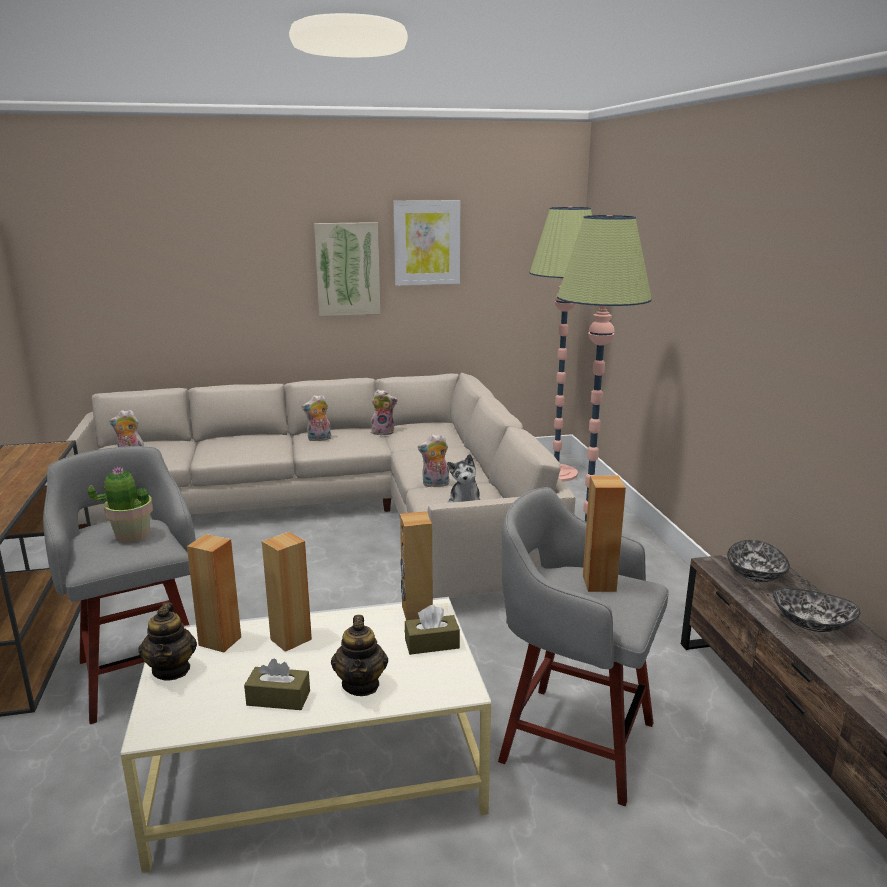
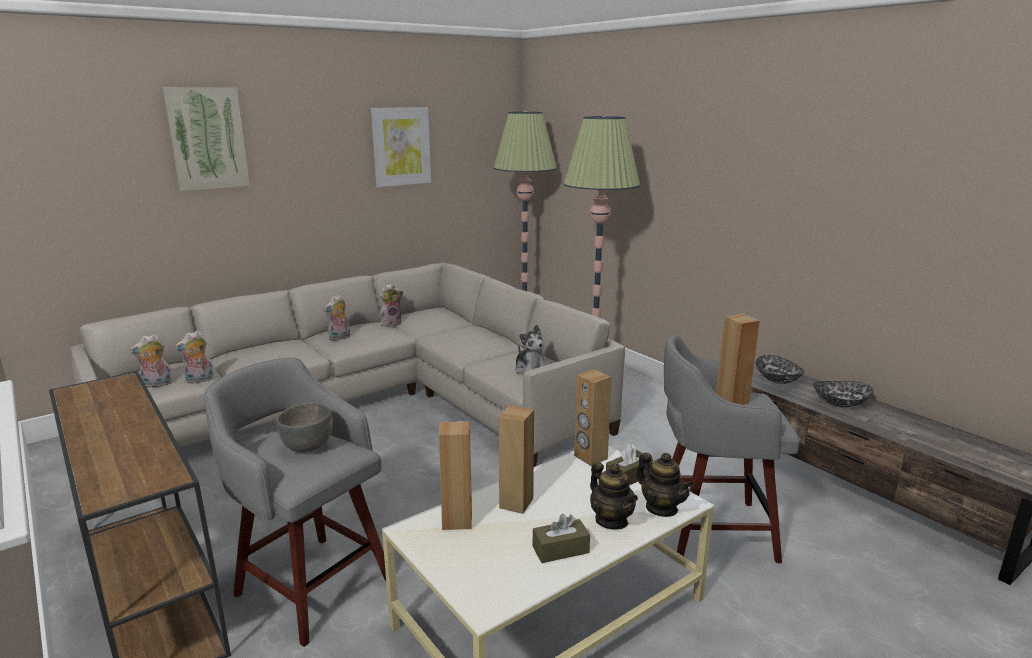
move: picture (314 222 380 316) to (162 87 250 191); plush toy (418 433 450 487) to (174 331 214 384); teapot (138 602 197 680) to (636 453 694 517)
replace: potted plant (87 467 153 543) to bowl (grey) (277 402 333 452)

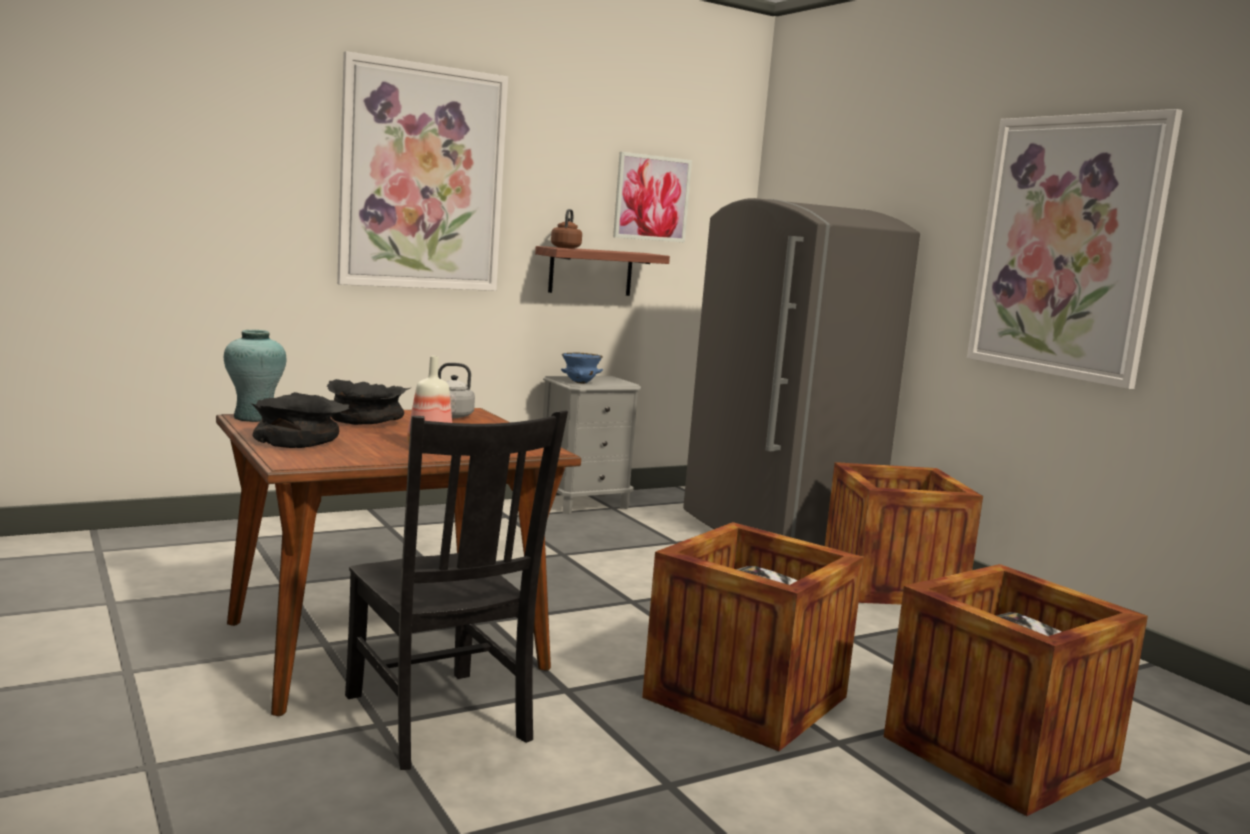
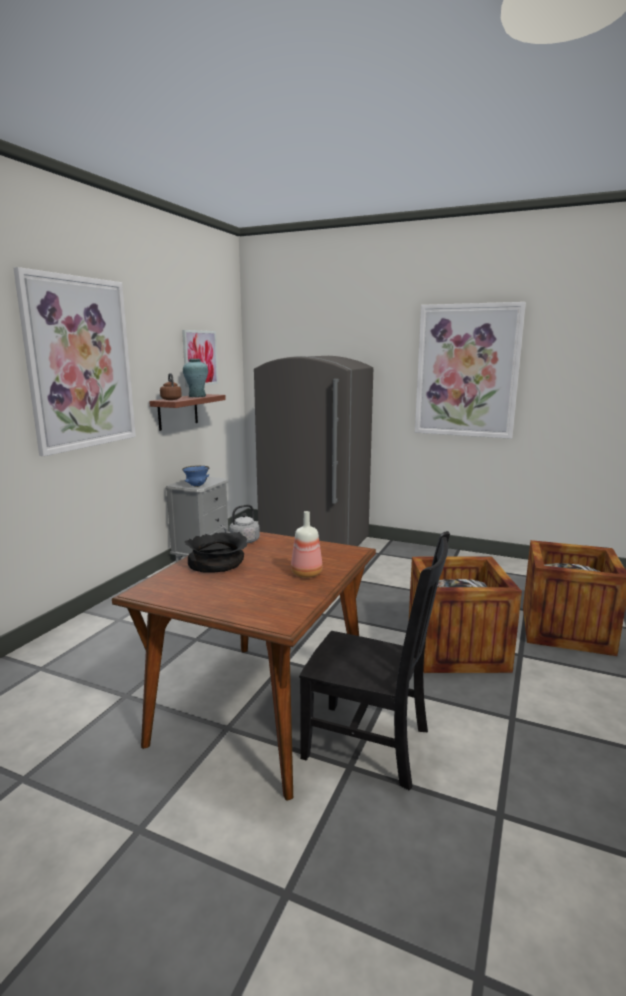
delete: bowl (black) (251 392 350 448); crate (825 462 983 605)
move: vase (turquoise) (224 330 286 422) to (183 359 208 397)

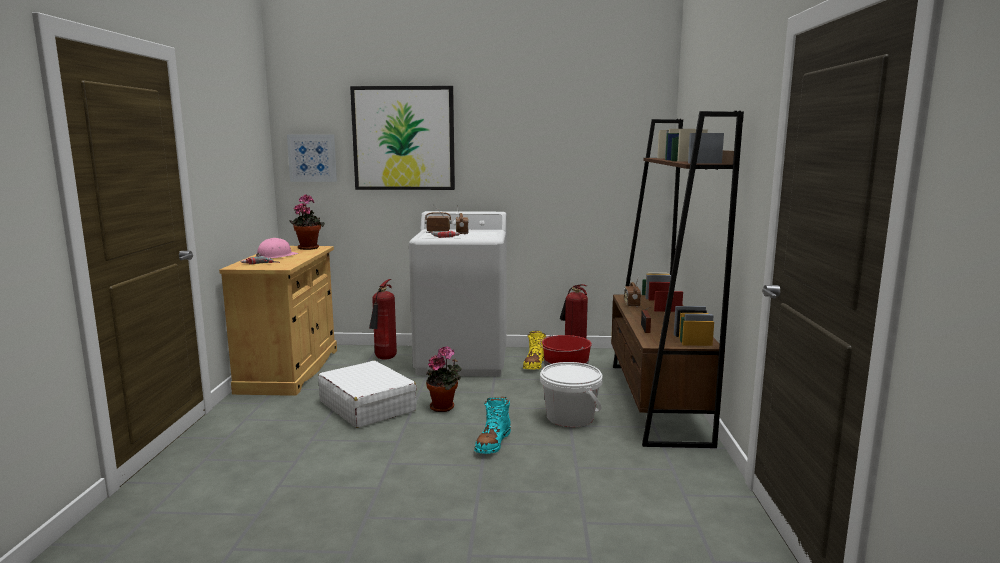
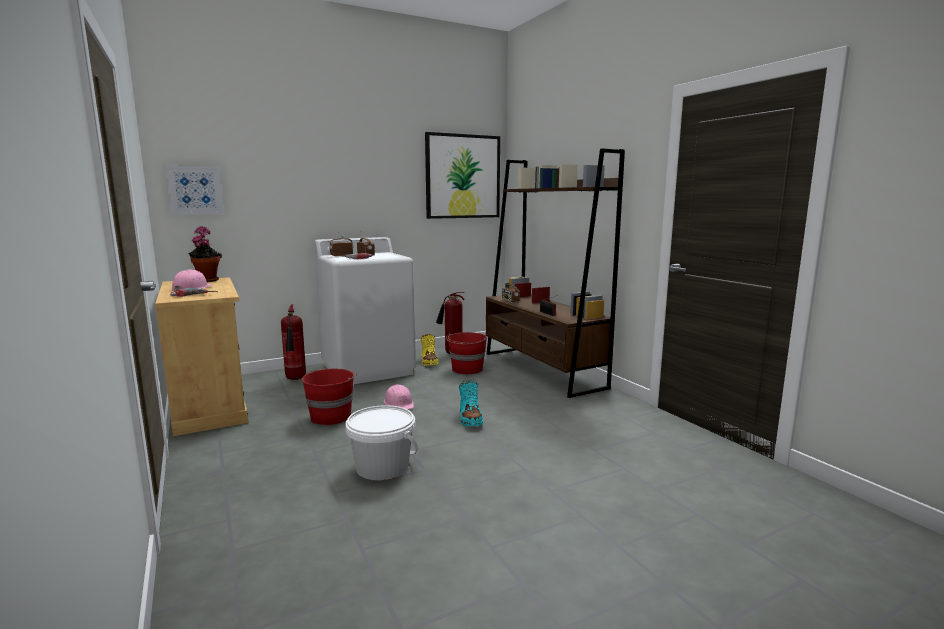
move: picture (350 86 455 190) to (425 132 500 219); bucket (white) (540 362 603 427) to (345 405 418 480)
replace: potted plant (426 346 462 412) to hard hat (pink) (384 384 414 410); suitcase (white) (318 361 417 428) to bucket (red) (302 369 357 425)

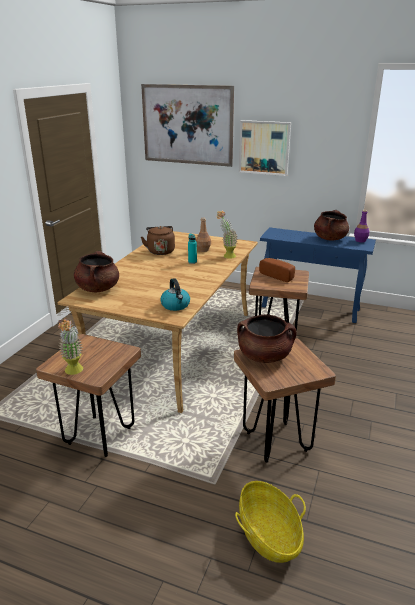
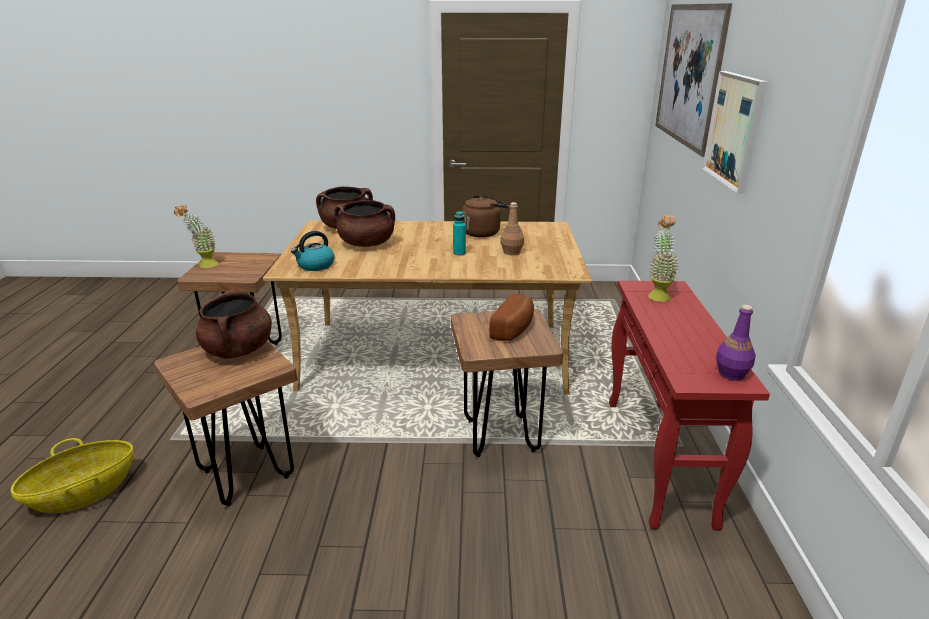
move: potted plant (216 210 238 259) to (648 215 680 302); cooking pot (brown) (314 210 349 241) to (335 200 395 247)
recolor: console table (blue) (260 227 376 323) to console table (red) (609 281 770 530)

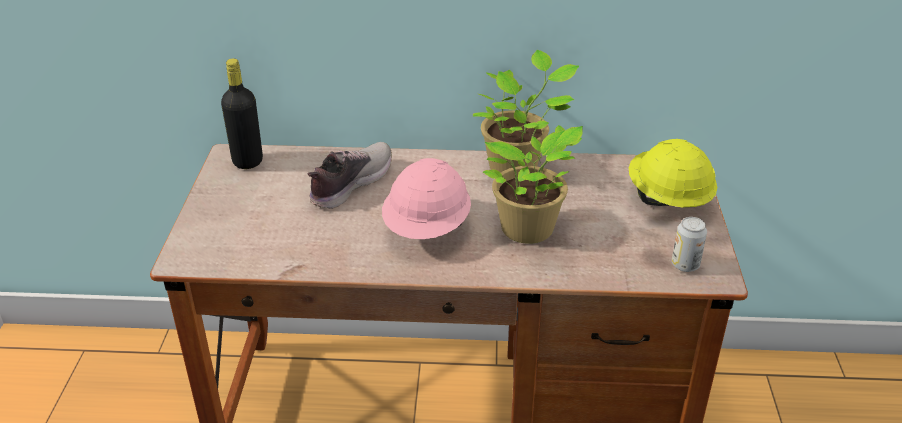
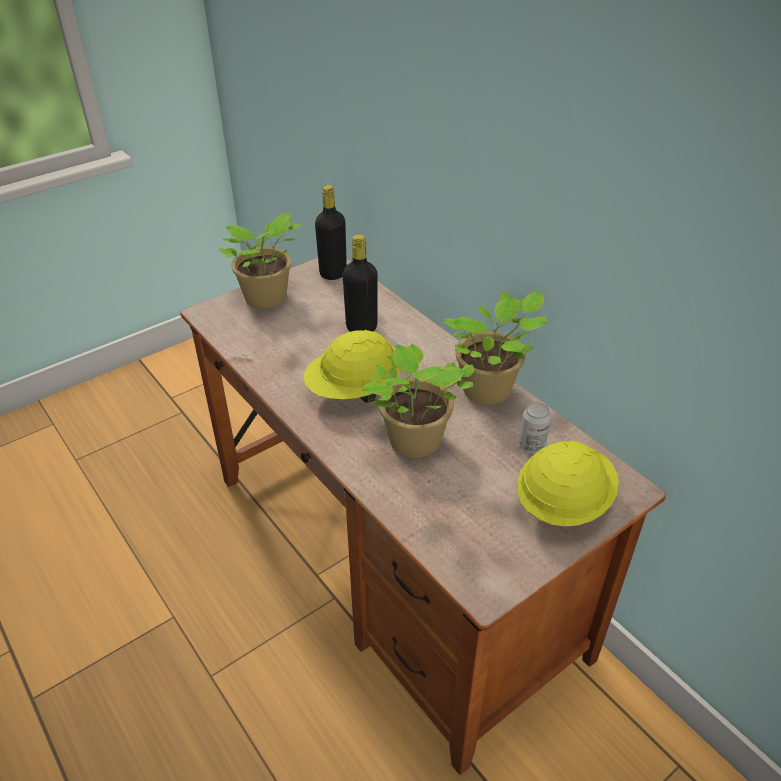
insert: potted plant (218 212 301 309)
move: can (672 217 707 272) to (519 402 551 453)
replace: shoe (308 142 392 209) to bottle (black) (342 234 378 332)
recolor: hard hat (pink) (382 158 471 239) to hard hat (yellow) (303 330 401 403)

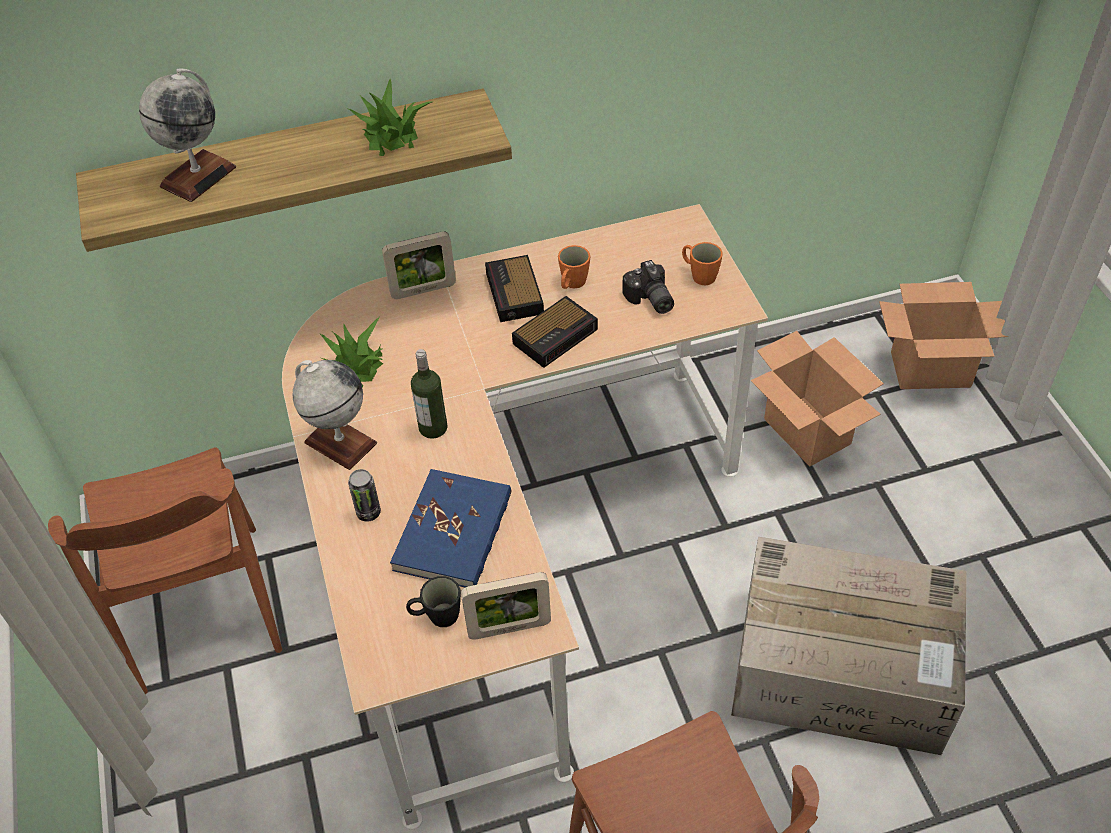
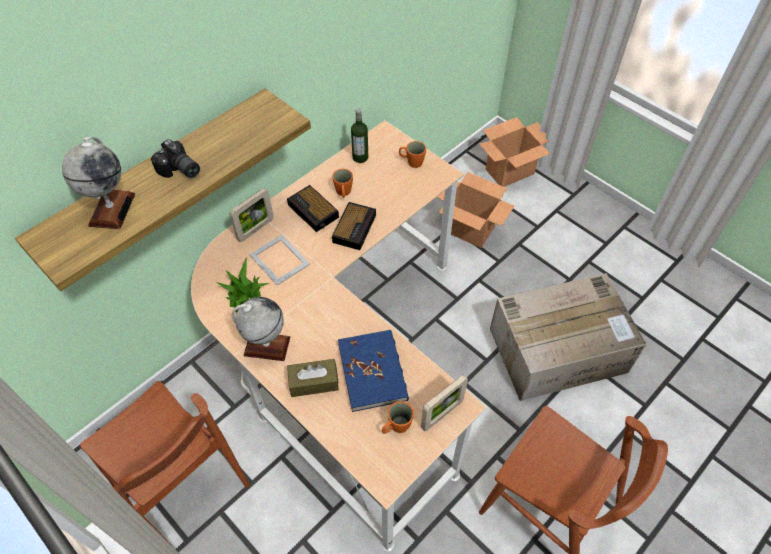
delete: potted plant (346 79 432 156)
insert: picture frame (249 235 310 286)
move: photo camera (622 260 674 314) to (151 139 200 178); bottle (411 349 448 439) to (351 108 368 163)
replace: can (348 469 381 522) to tissue box (brown) (287 359 339 397)
recolor: mug (black) (406 576 461 627) to mug (orange) (382 401 414 434)

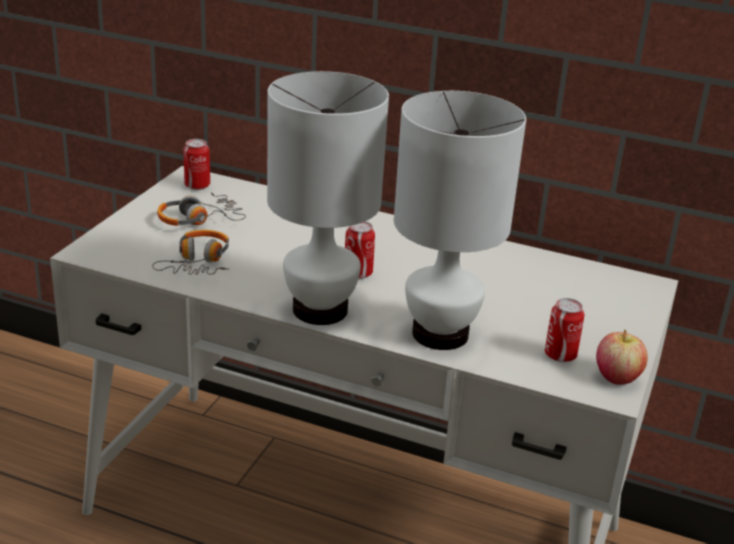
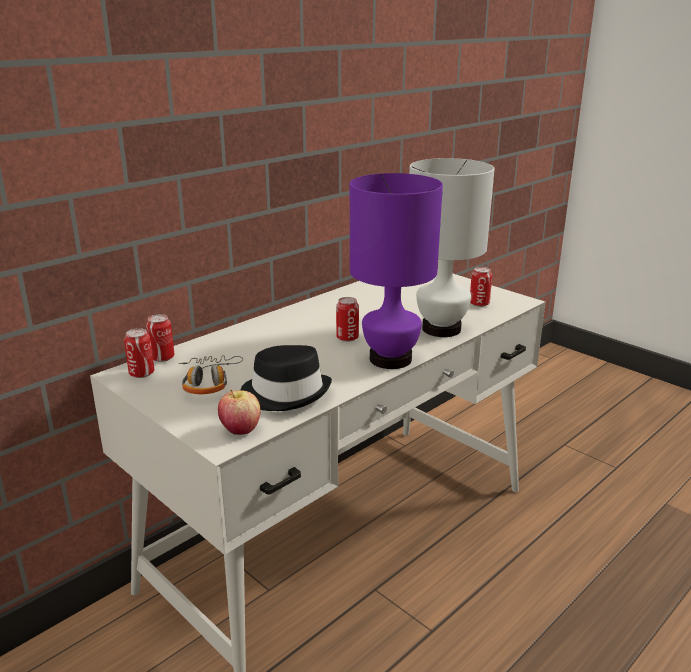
insert: can (146 314 174 362)
move: apple (596 330 648 385) to (218 389 261 435)
replace: headphones (152 230 229 275) to hat (black) (241 345 332 411)
recolor: table lamp (white) (267 71 389 325) to table lamp (purple) (350 173 443 369)

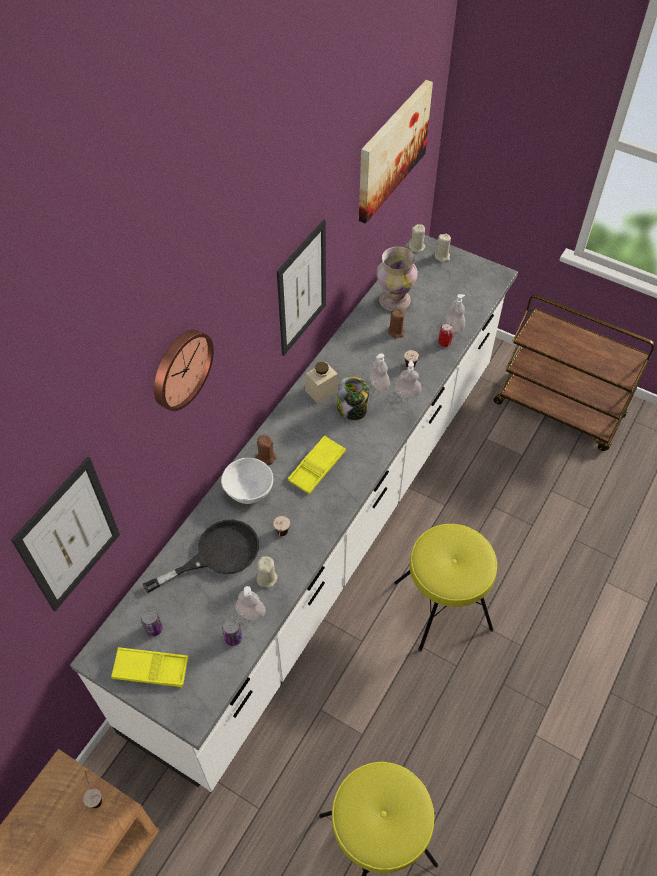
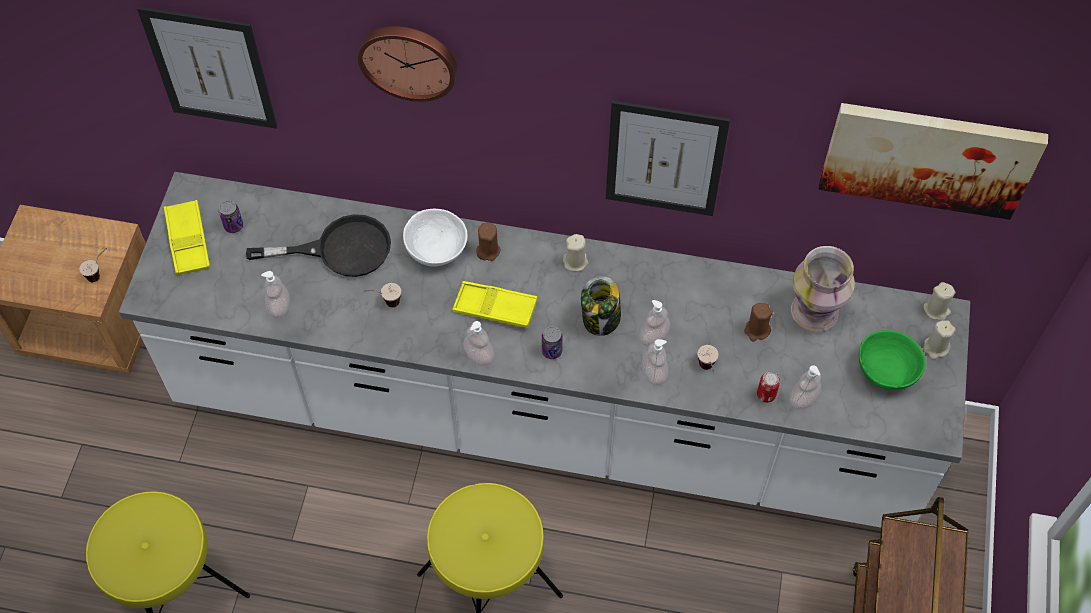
delete: jar (beige) (305 362 339 404)
insert: soap dispenser (463 321 494 366); bowl (green) (859 330 926 390)
move: candle (beige) (257 556 278 588) to (563 234 589 271); can (222 619 242 646) to (542 326 563 359)
rotate: frying pan (black) (143 520 259 593) = (246 214 391 277) 45 degrees counterclockwise

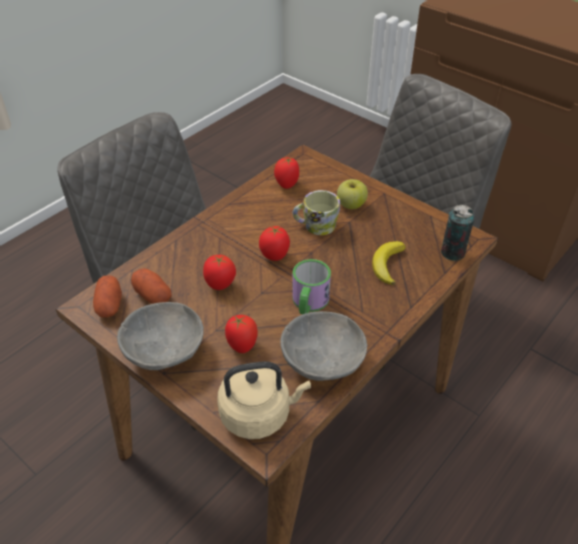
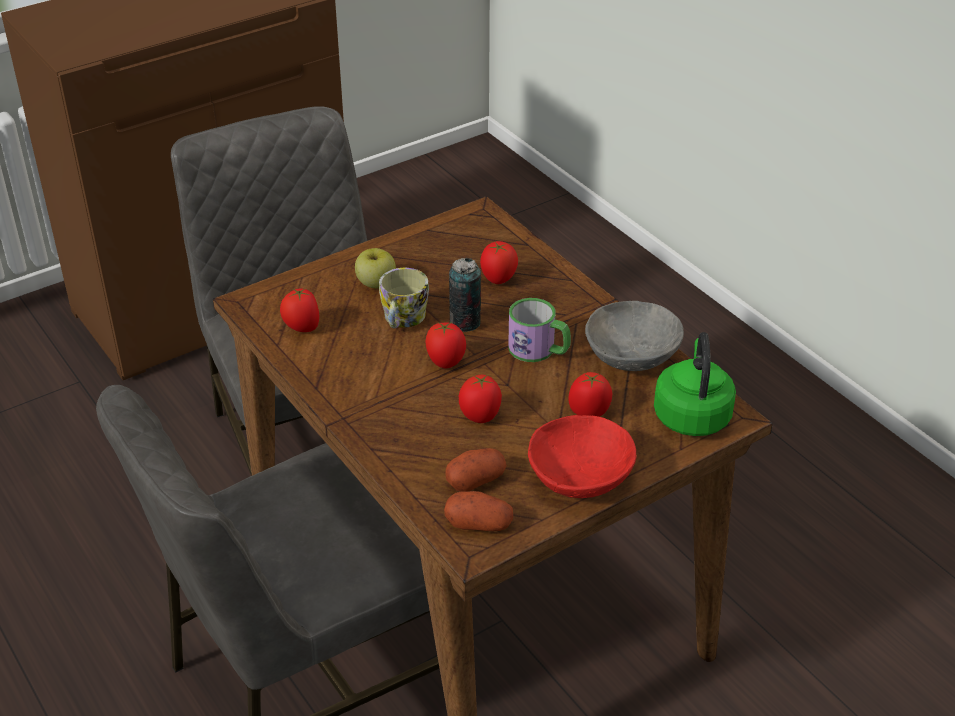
move: can (441 205 474 261) to (449 258 481 332)
replace: banana (372 241 406 285) to tomato (480 241 518 284)
recolor: bowl (grey) (117 302 204 370) to bowl (red) (528 415 636 498); kettle (beige) (217 361 311 439) to kettle (green) (654 332 736 436)

